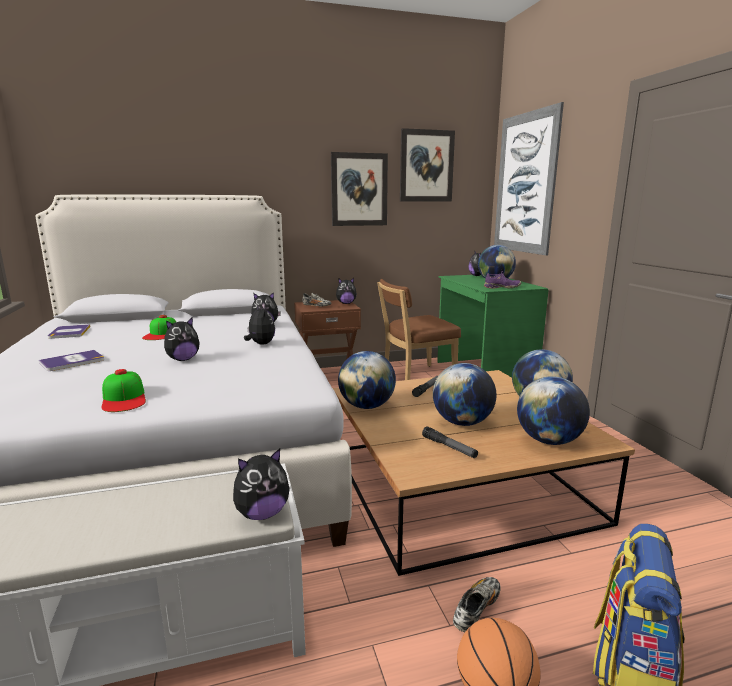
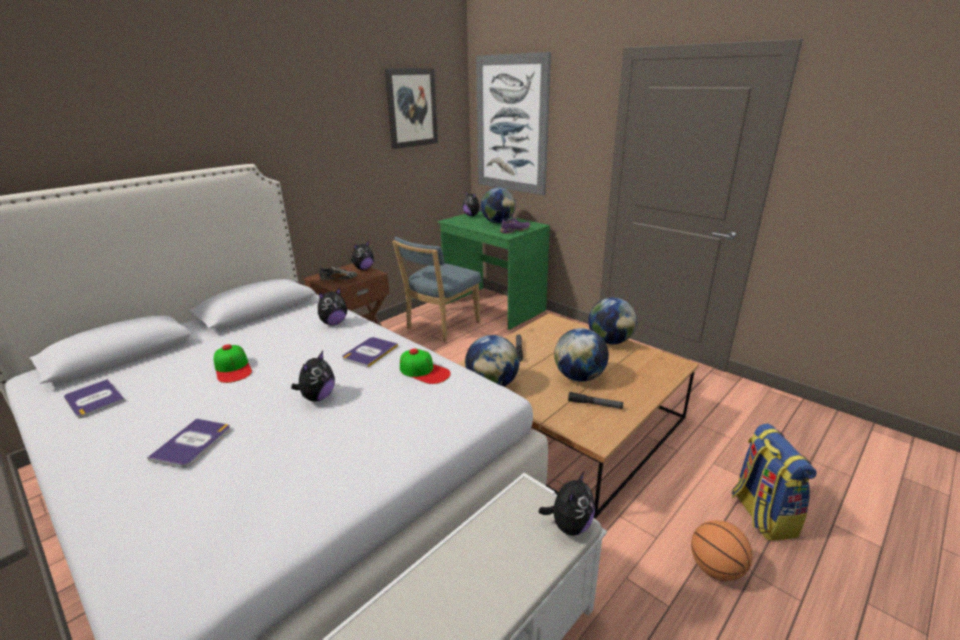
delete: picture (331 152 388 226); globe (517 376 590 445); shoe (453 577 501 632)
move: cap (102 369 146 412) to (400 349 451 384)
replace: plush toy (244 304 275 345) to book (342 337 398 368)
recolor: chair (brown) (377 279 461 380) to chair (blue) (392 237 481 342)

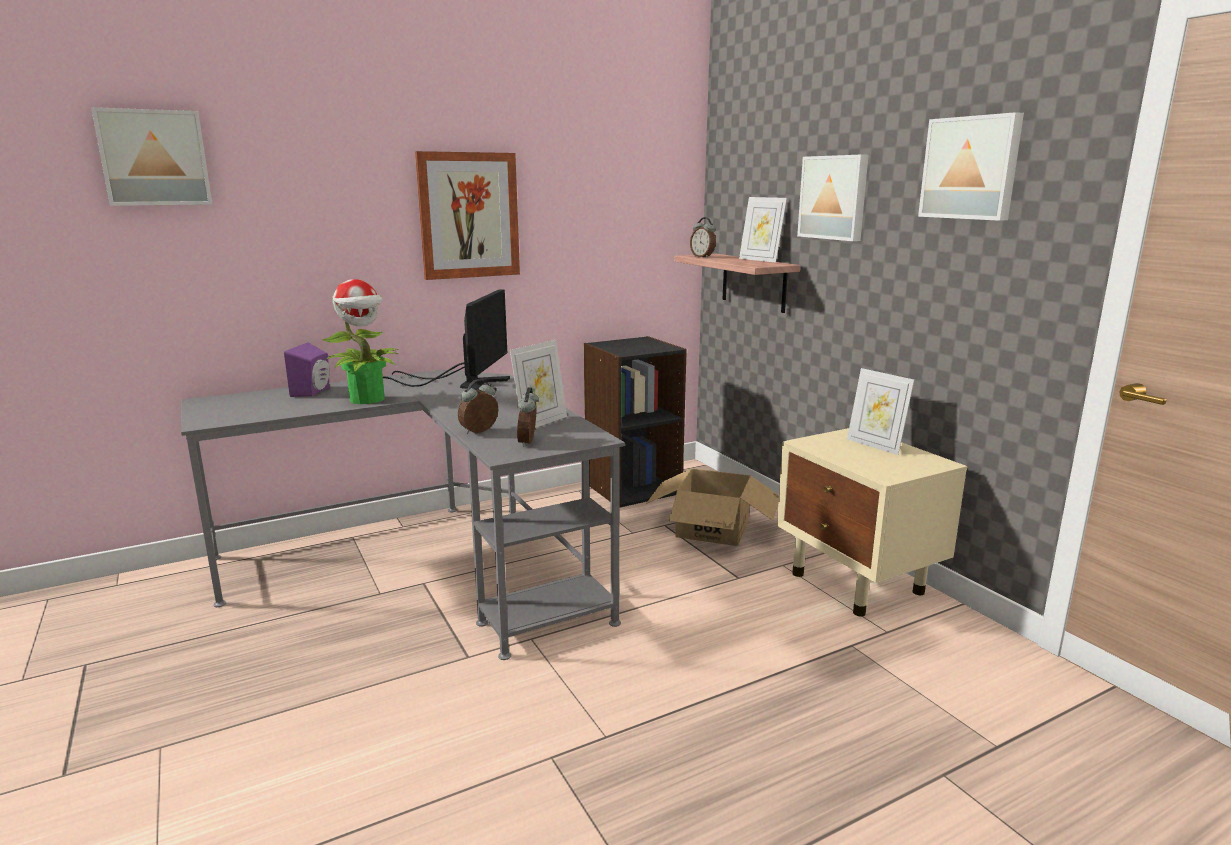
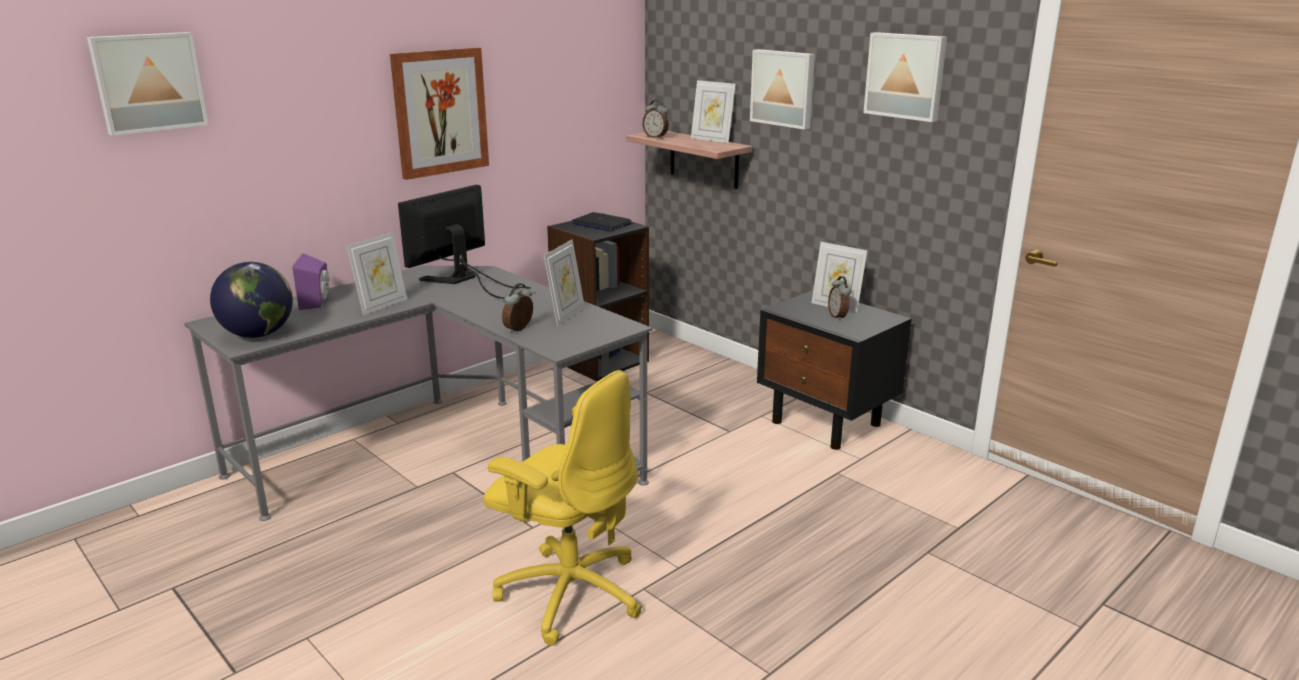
delete: cardboard box (646 469 779 546)
insert: laptop (571 212 632 231); globe (210 262 293 338); office chair (yellow) (484 370 642 646)
move: alarm clock (517 387 539 447) to (828 276 851 321)
replace: potted plant (323 279 399 404) to picture frame (347 232 407 315)
recolor: nightstand (beige) (777 428 967 617) to nightstand (black) (757 290 912 450)
rotate: monitor (383 289 510 392) = (398 185 531 299) 135 degrees counterclockwise

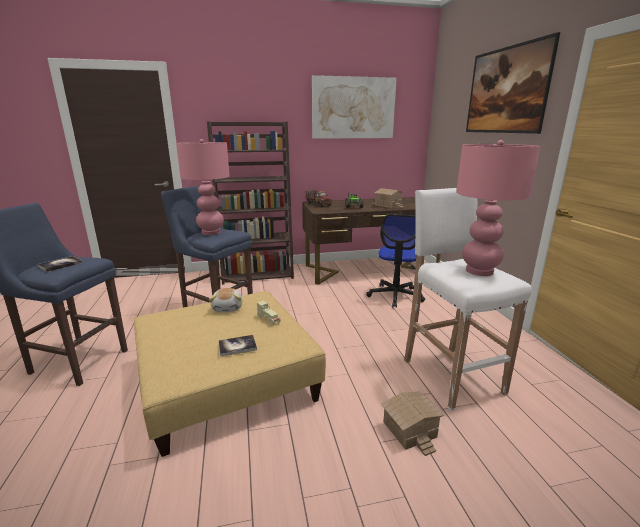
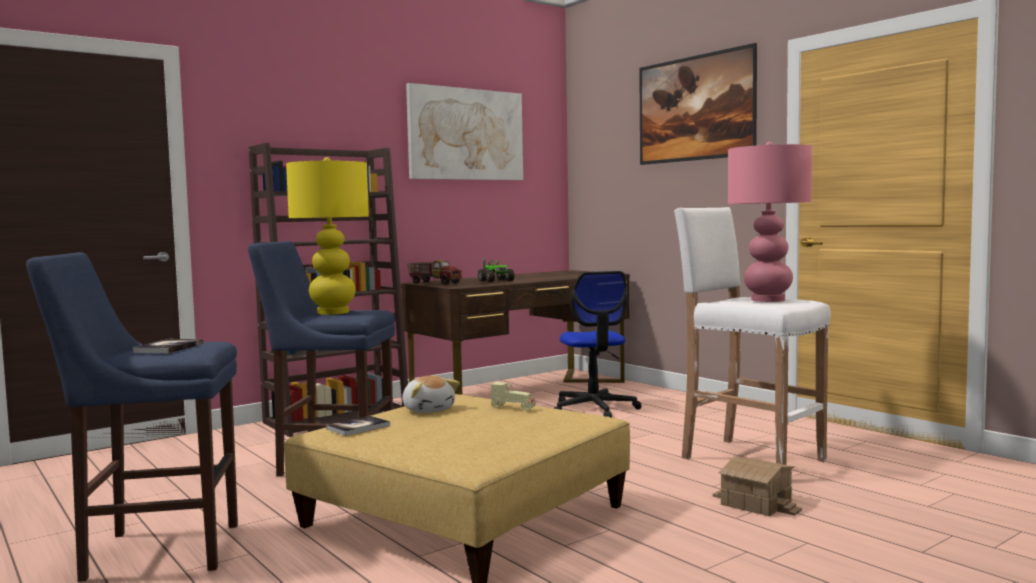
delete: toy house (372 188 404 208)
move: book (218 335 257 356) to (326 416 390 436)
recolor: table lamp (pink) (176 139 230 235) to table lamp (yellow) (286 157 369 315)

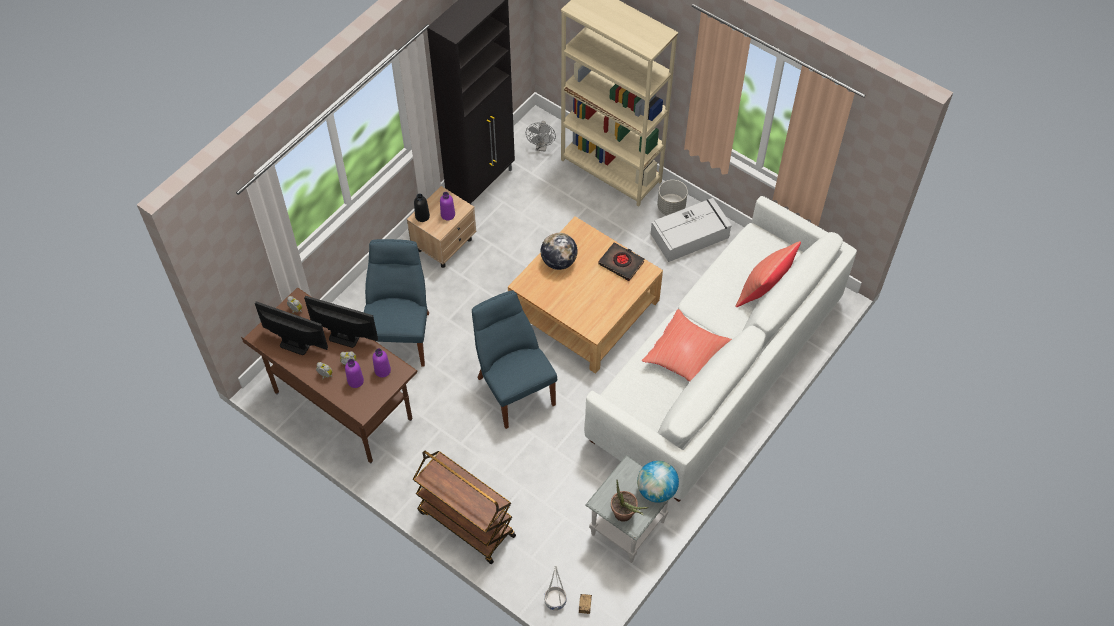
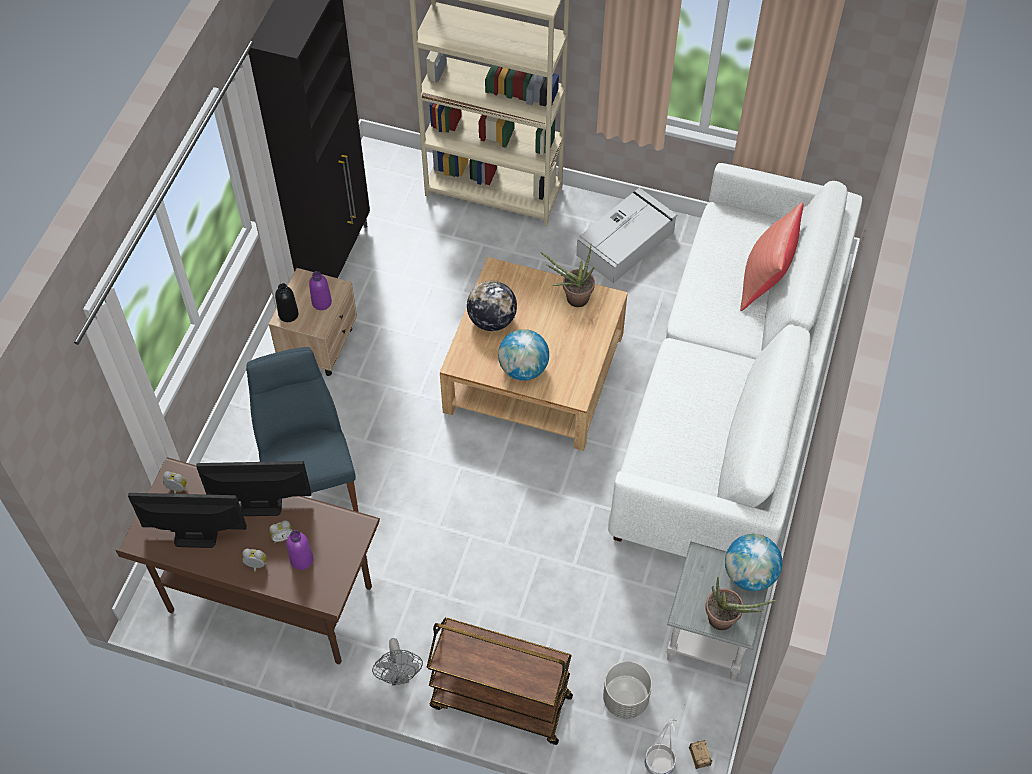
delete: chair (blue) (472 290 557 429); pillow (red) (642 309 732 382); bottle (purple) (373 348 391 378)
insert: globe (498 329 549 381)
move: fan (grey) (526 121 556 152) to (372 638 423 686); planter (grey) (657 180 688 215) to (603 661 652 719)
replace: book (black) (598 243 644 281) to potted plant (541 246 595 307)

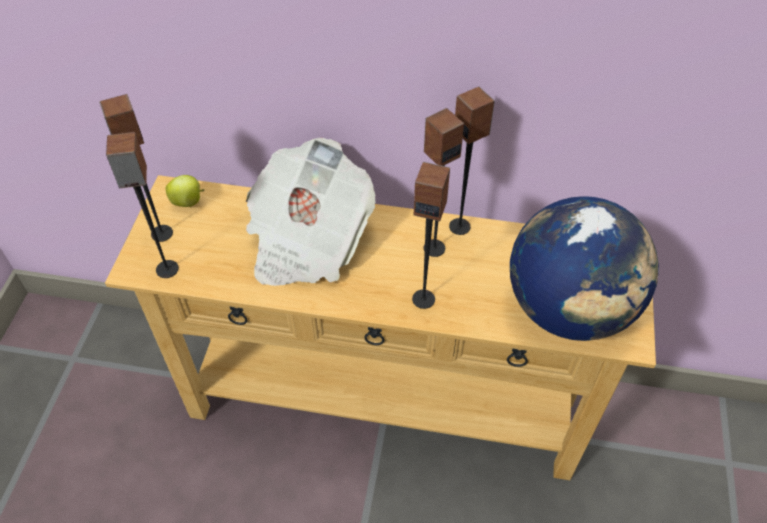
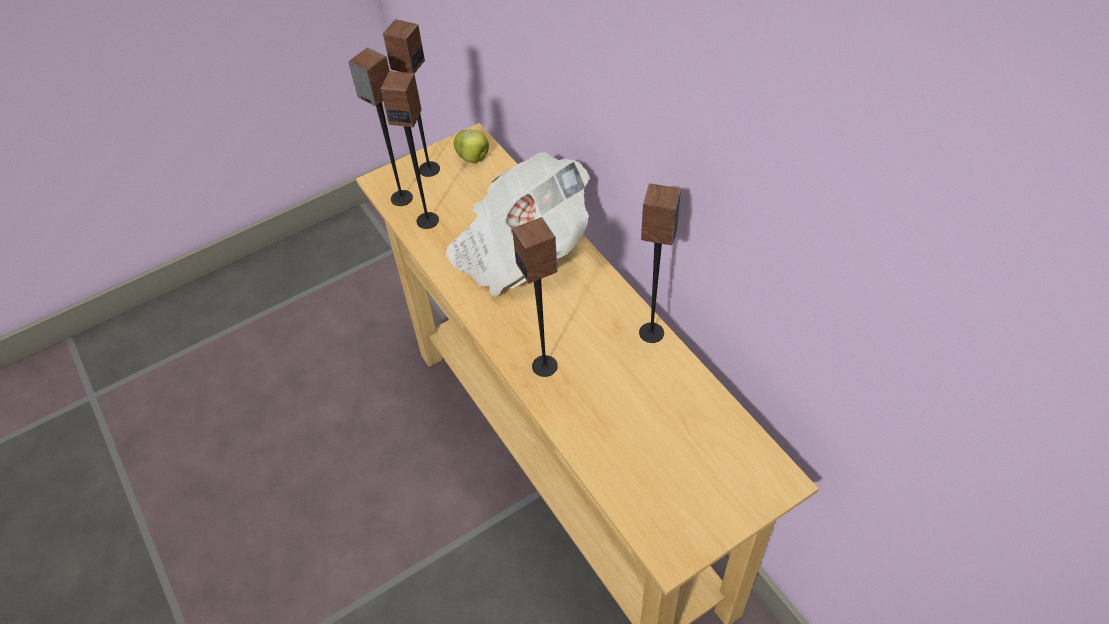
delete: globe (510 196 659 341)
move: speaker (424 108 464 257) to (380 71 439 229)

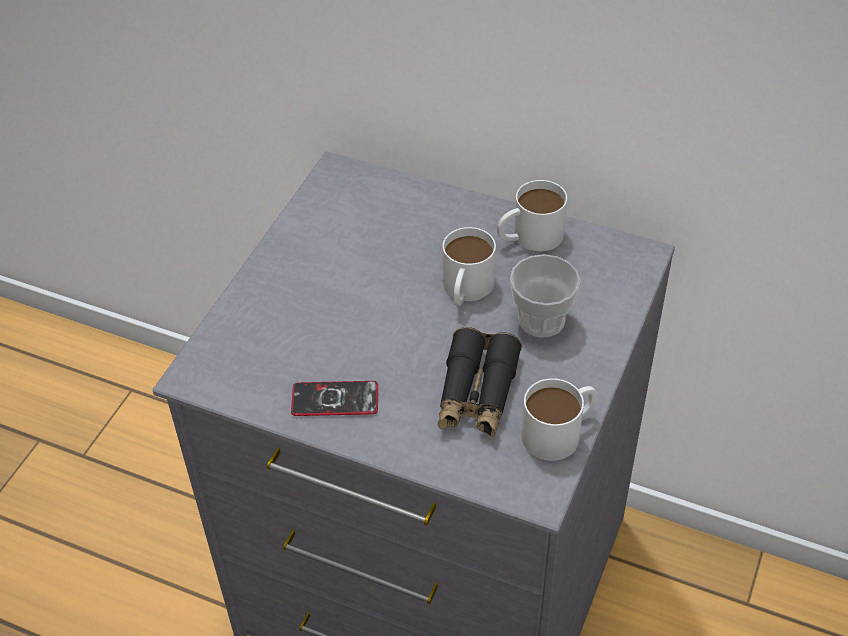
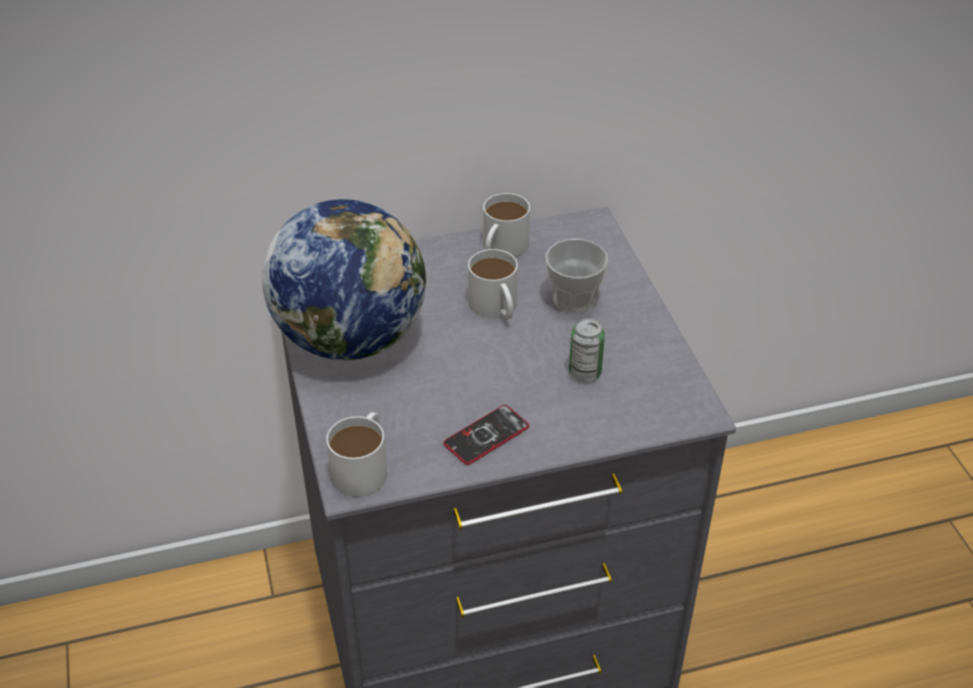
insert: globe (262 199 426 360)
move: mug (white) (522 378 598 461) to (326 412 387 497)
replace: binoculars (black) (438 327 522 437) to can (569 318 605 382)

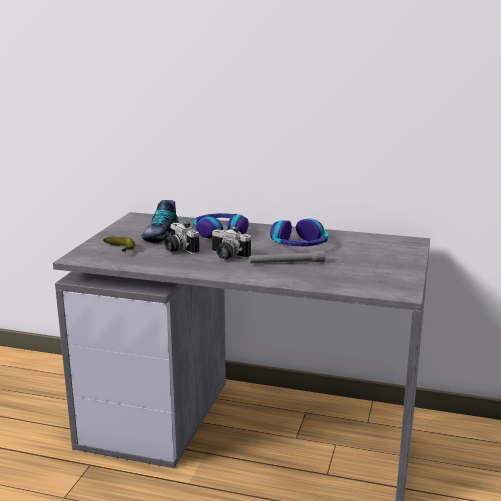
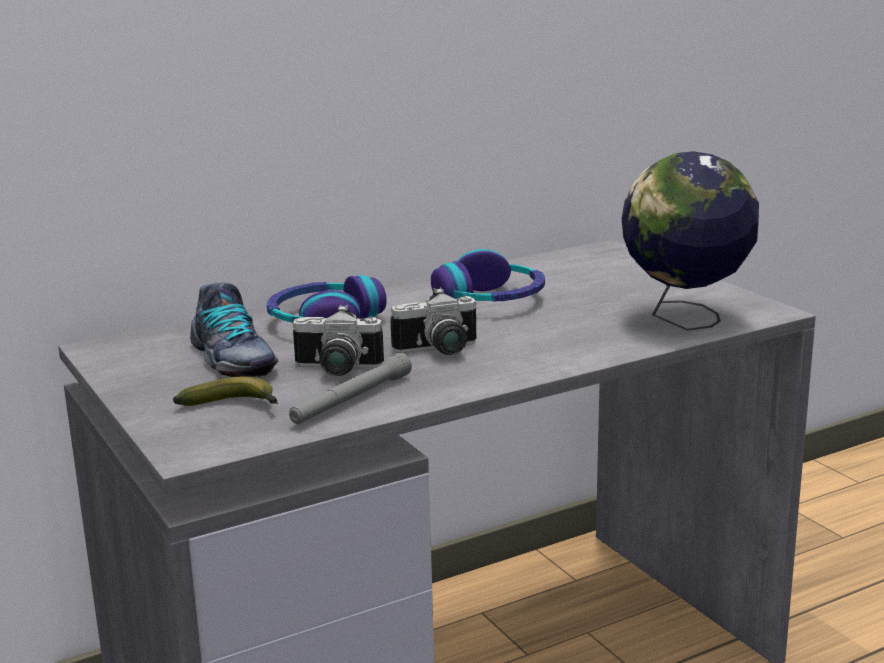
insert: globe (622 151 759 331)
move: flashlight (grey) (249 251 325 263) to (289 353 412 424)

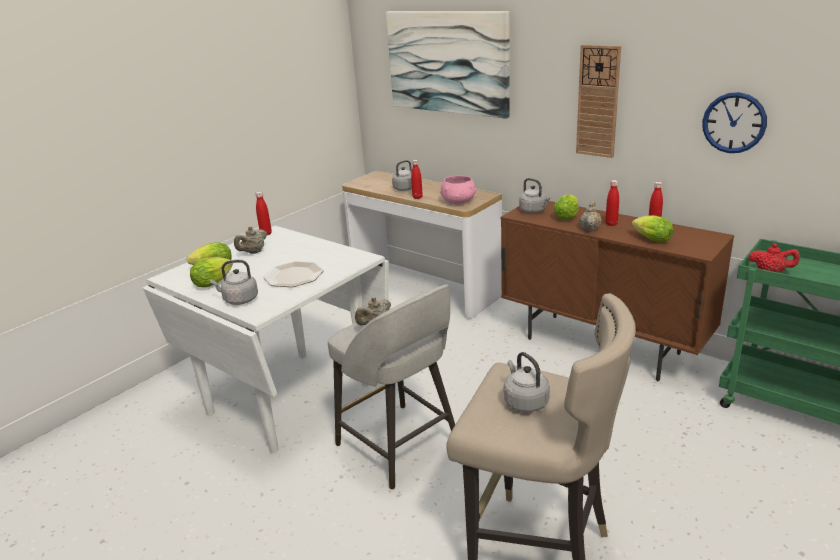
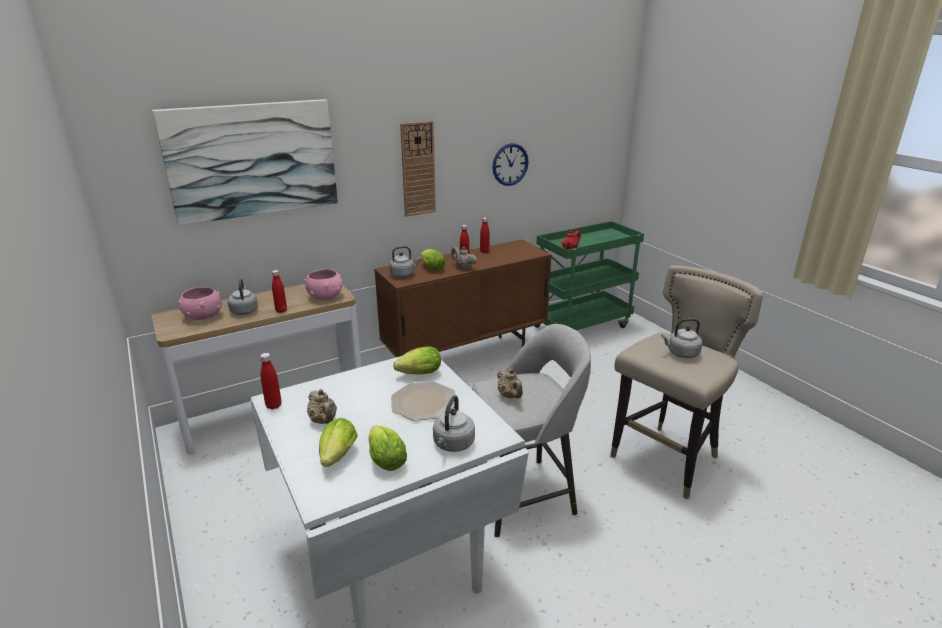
insert: bowl (pink) (178 287 222 320)
move: lettuce (632 215 673 243) to (393 346 441 375)

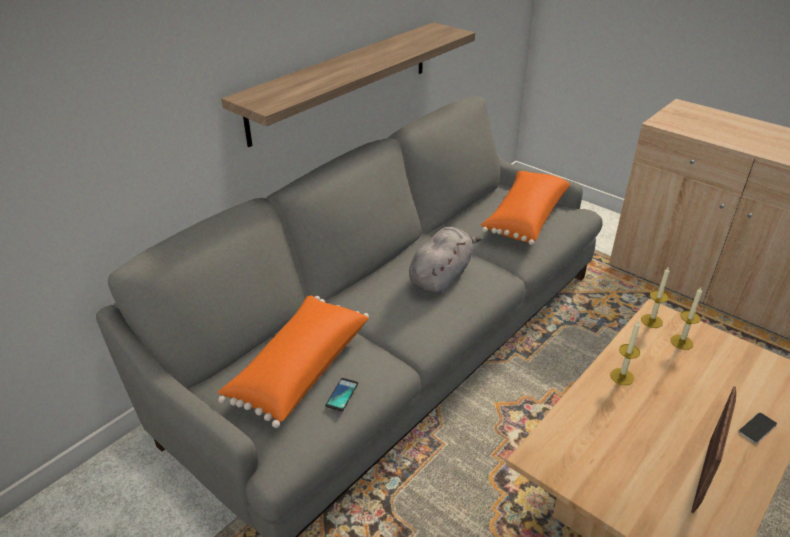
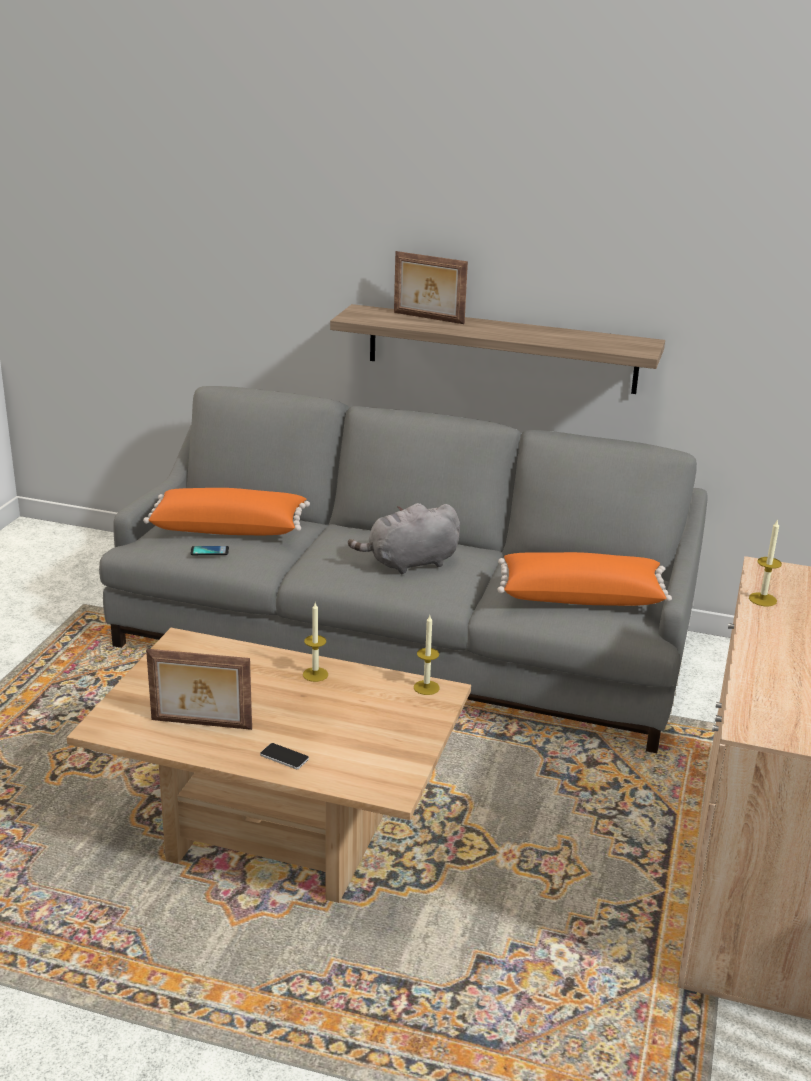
insert: picture frame (394 251 468 324)
move: candle (670 287 702 350) to (749 519 782 606)
rotate: plush toy (grey) (409 227 481 294) = (348 503 460 574) 150 degrees clockwise

